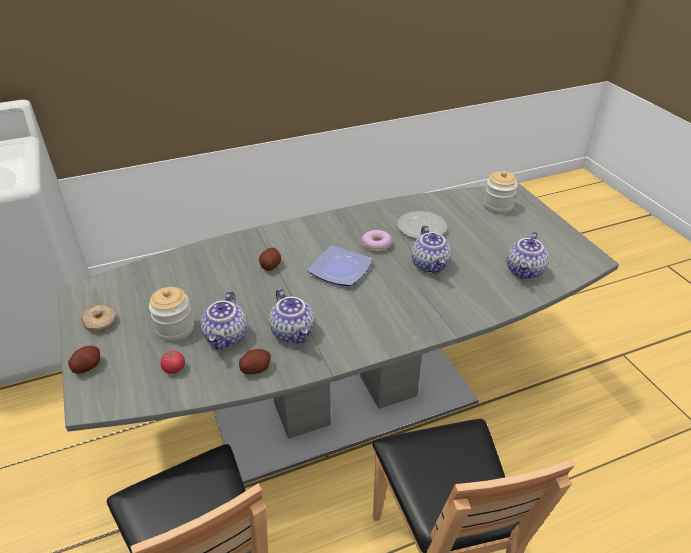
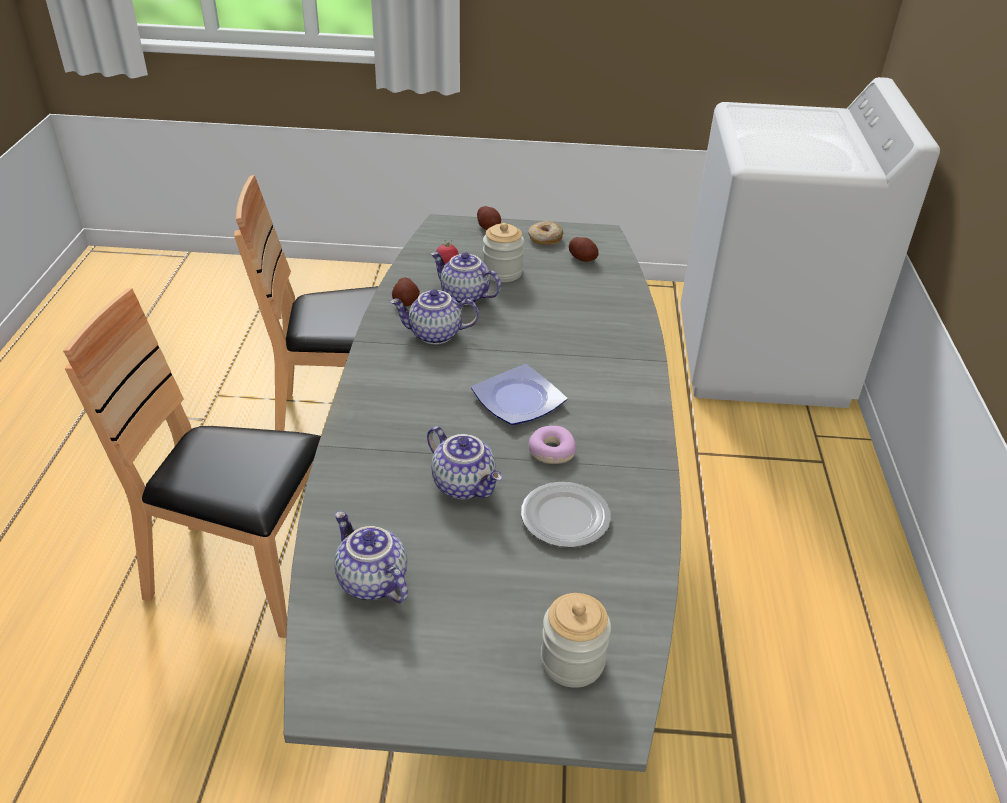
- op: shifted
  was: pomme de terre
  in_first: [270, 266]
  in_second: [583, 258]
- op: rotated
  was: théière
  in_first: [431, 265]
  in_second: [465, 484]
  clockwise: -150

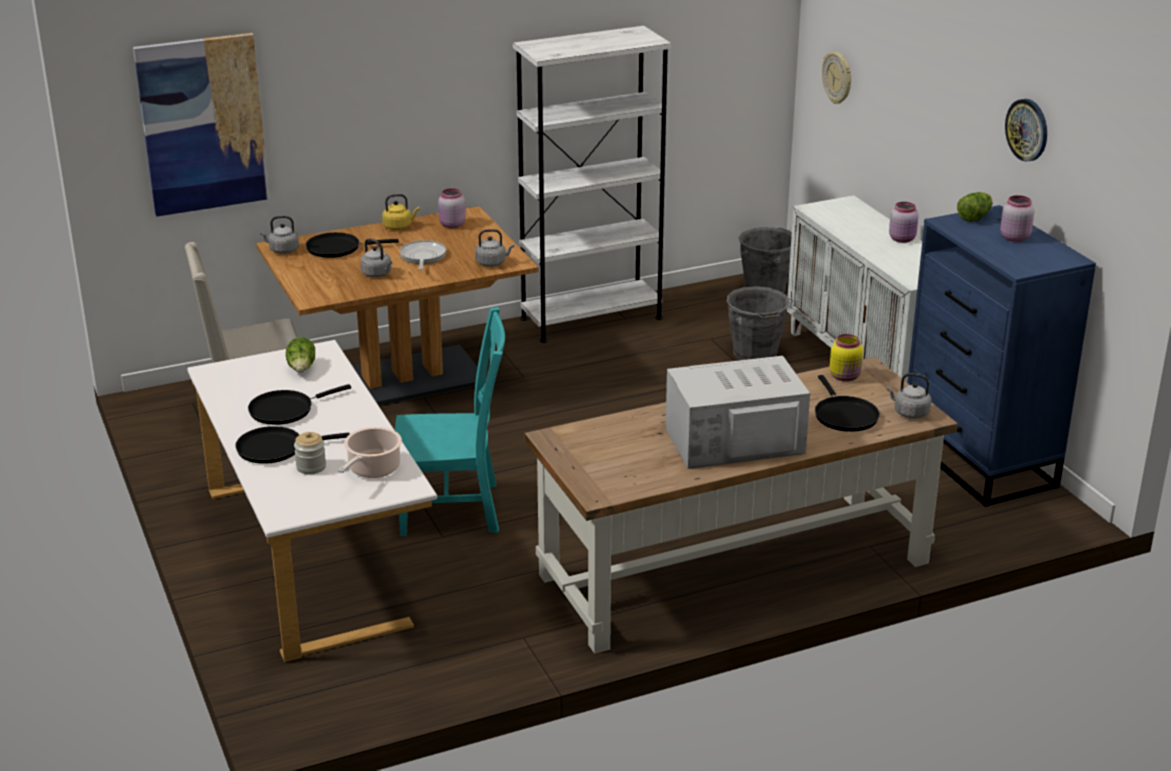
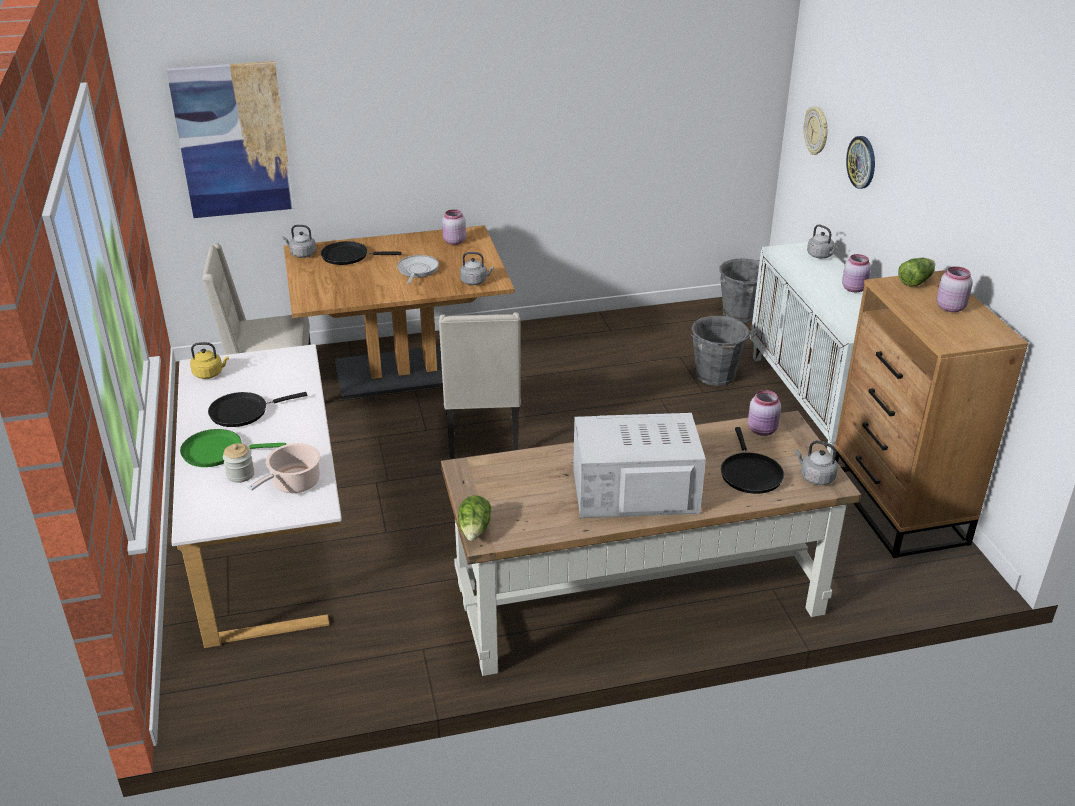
- op: gone
  was: chaise/turquoise
  in_first: [455, 510]
- op: gone
  was: bibliothèque/blanc
  in_first: [591, 318]
- op: new
  now: chaise/beige
  in_second: [483, 435]
- op: shifted
  was: laitue
  in_first: [302, 368]
  in_second: [475, 530]
- op: shifted
  was: bouilloire/gris
  in_first: [377, 274]
  in_second: [821, 255]
- op: shifted
  was: bouilloire/jaune
  in_first: [399, 226]
  in_second: [210, 373]
- op: shifted
  was: horloge murale
  in_first: [1027, 129]
  in_second: [862, 162]
- op: repainted
  was: poêle/noir
  now: poêle/vert
  in_first: [275, 448]
  in_second: [217, 451]
- op: repainted
  was: bocal/jaune
  now: bocal/rose
  in_first: [845, 377]
  in_second: [763, 430]
- op: repainted
  was: commode/bleu
  now: commode/marron
  in_first: [978, 461]
  in_second: [897, 508]

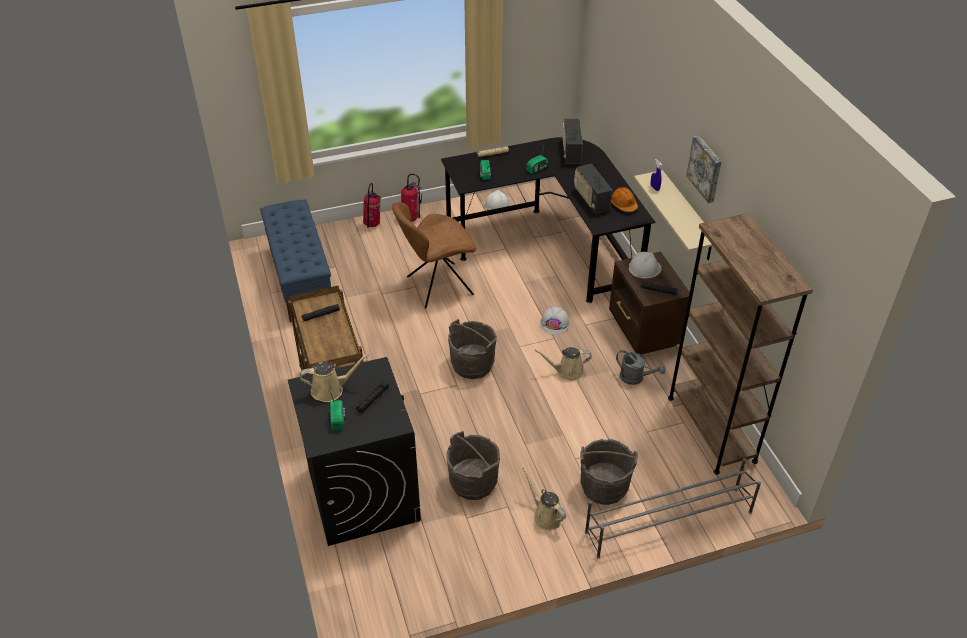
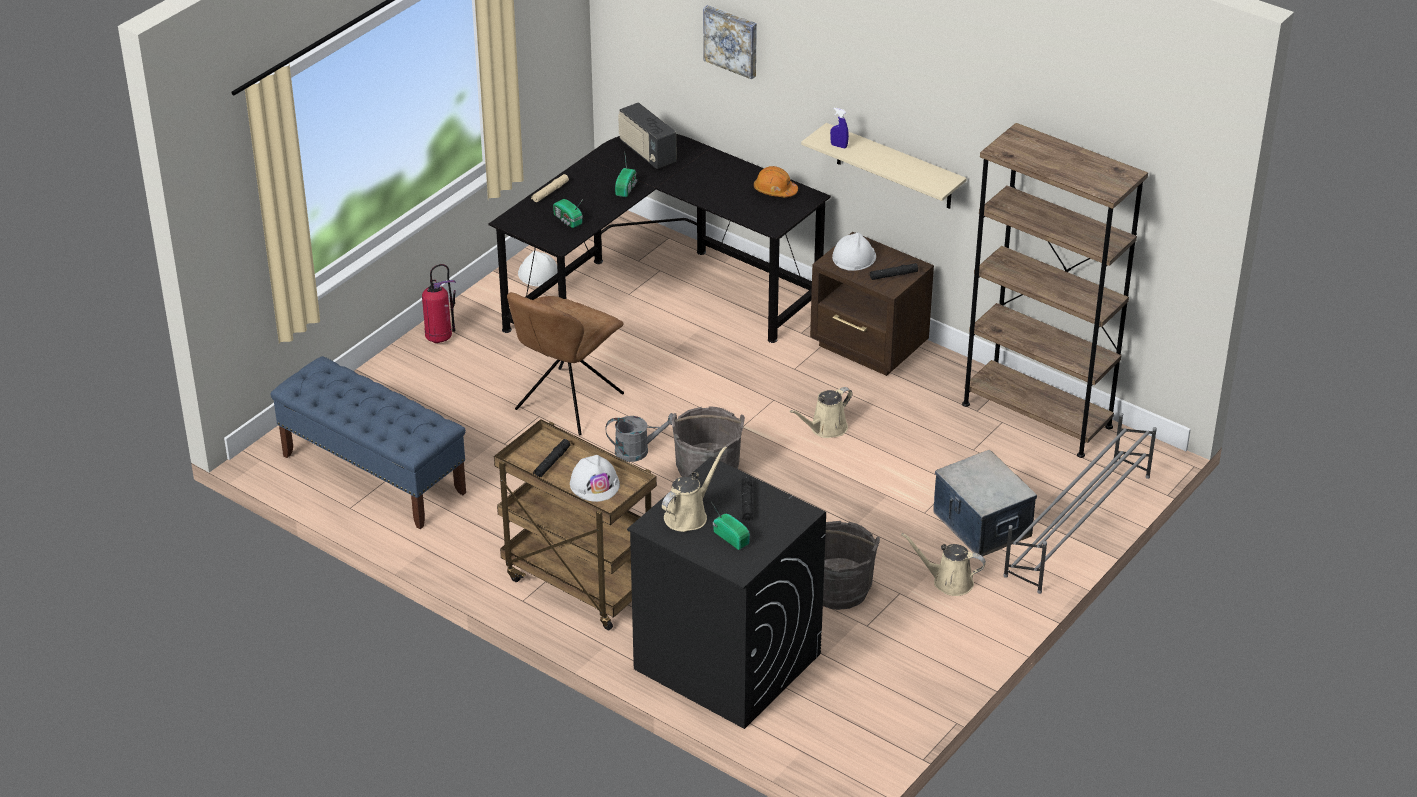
- op: gone
  was: extincteur
  in_first: [372, 225]
- op: gone
  was: radio
  in_first: [591, 200]
- op: shifted
  was: casque de chantier/blanc
  in_first: [555, 323]
  in_second: [594, 484]
- op: shifted
  was: arrosoir/gris
  in_first: [636, 378]
  in_second: [638, 451]
- op: shifted
  was: tableau
  in_first: [706, 168]
  in_second: [731, 40]
- op: swapped
  was: seau/gris
  now: boîte de rangement
  in_first: [604, 487]
  in_second: [981, 525]

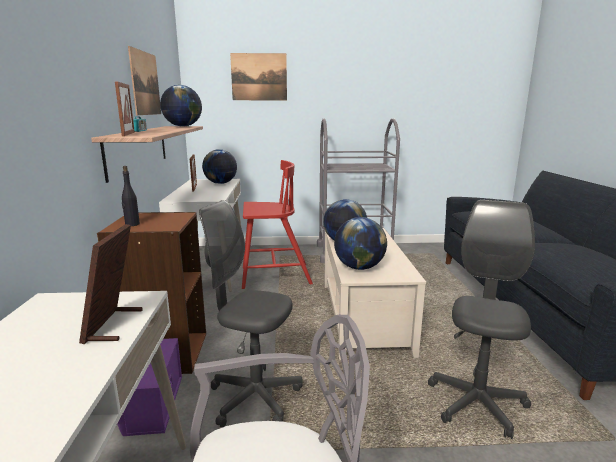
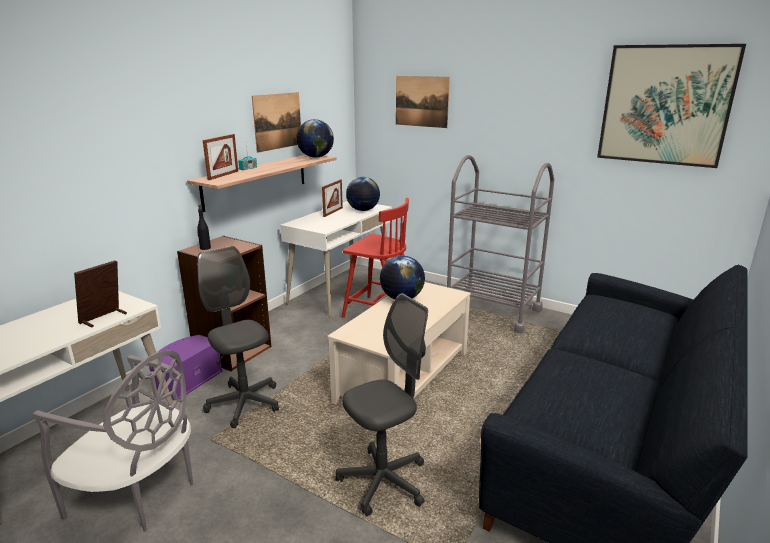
- op: gone
  was: globe
  in_first: [359, 267]
- op: new
  now: tableau
  in_second: [665, 105]

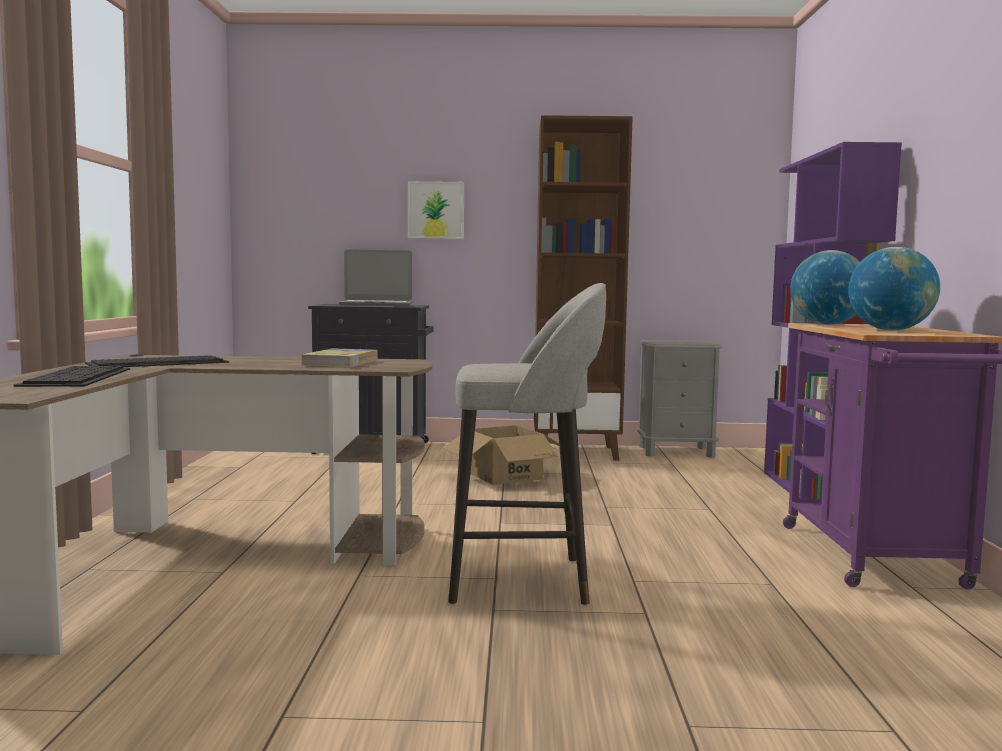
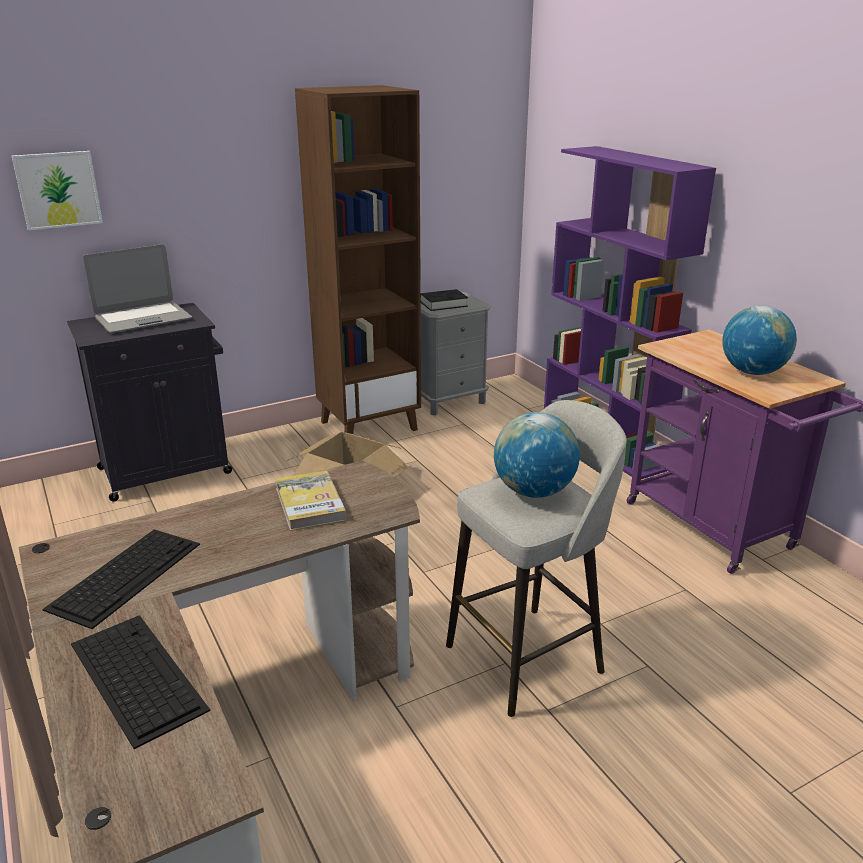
- op: new
  now: livre/noir
  in_second: [443, 304]
- op: shifted
  was: tableau
  in_first: [436, 210]
  in_second: [58, 190]
- op: shifted
  was: globe
  in_first: [827, 324]
  in_second: [533, 491]

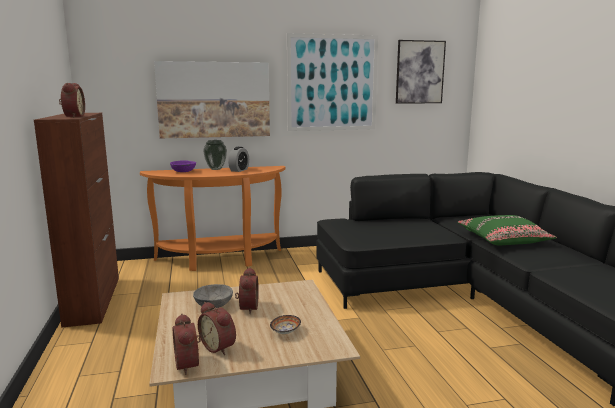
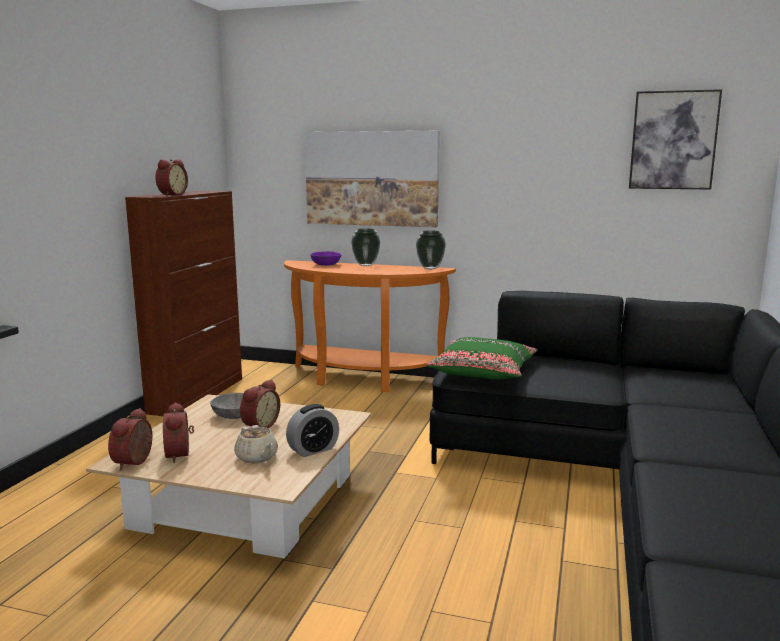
- op: gone
  was: tableau
  in_first: [332, 83]
- op: new
  now: vase
  in_second: [430, 268]
- op: shifted
  was: réveil
  in_first: [239, 170]
  in_second: [313, 450]
- op: shifted
  was: coussin/vert
  in_first: [503, 239]
  in_second: [483, 371]
- op: swapped
  was: bol
  now: théière/beige
  in_first: [284, 332]
  in_second: [257, 457]

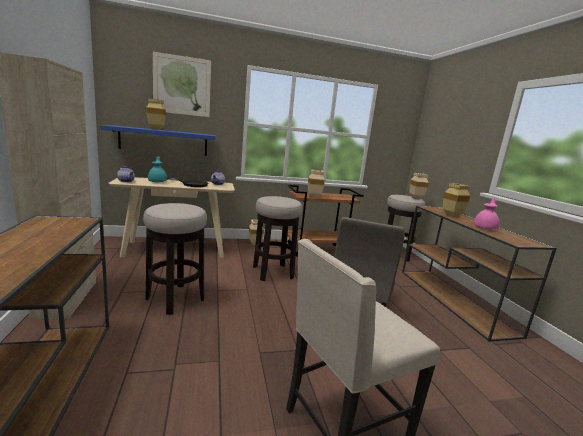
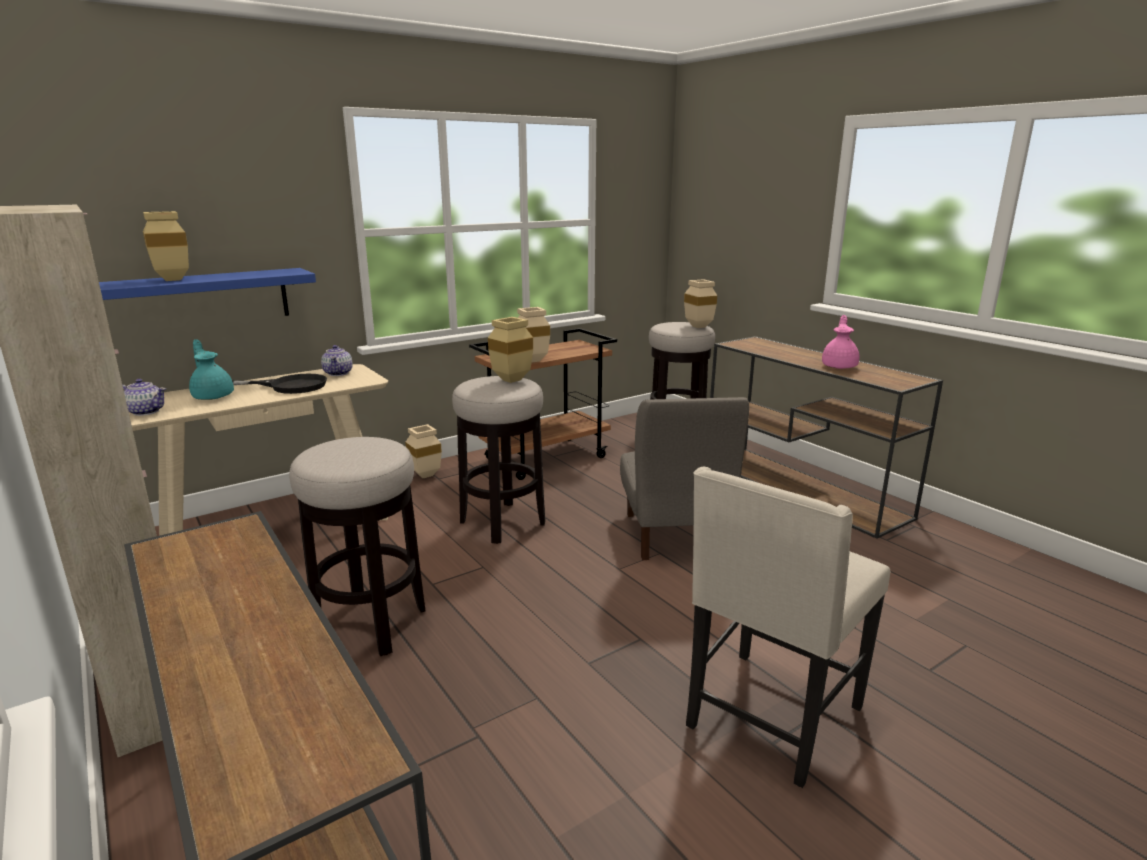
- op: gone
  was: tableau
  in_first: [182, 85]
- op: shifted
  was: vase/beige
  in_first: [452, 215]
  in_second: [512, 379]

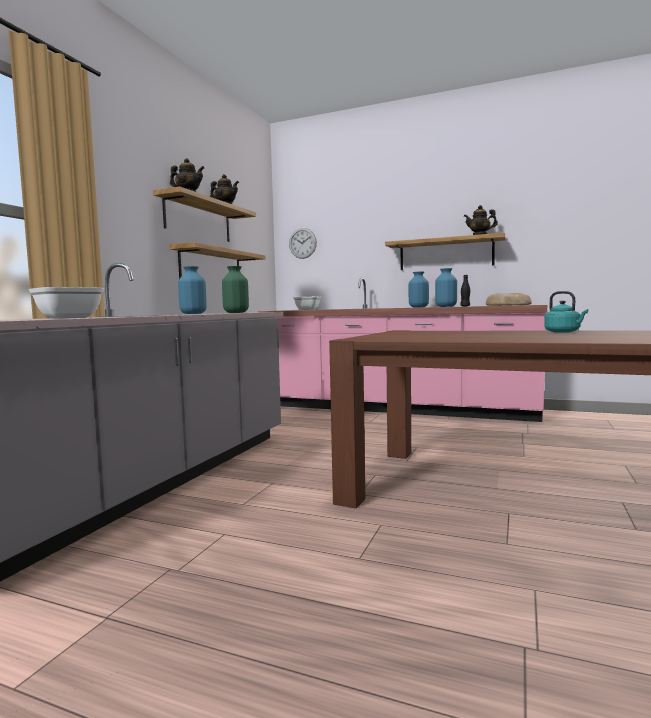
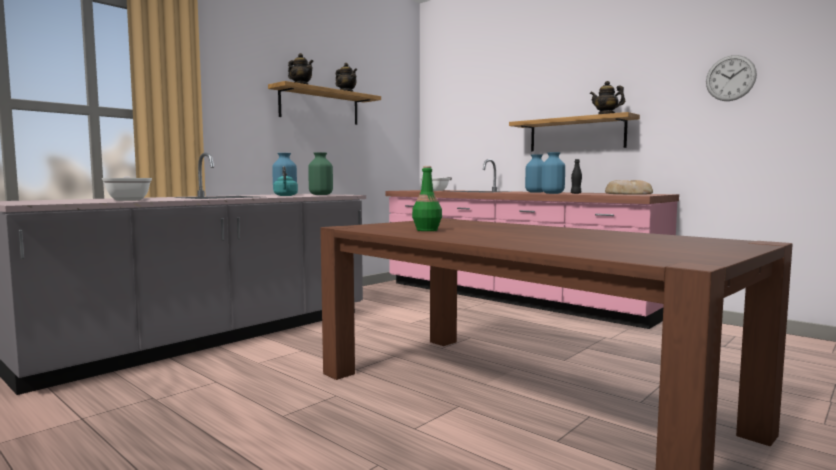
- op: gone
  was: étagère
  in_first: [211, 266]
- op: new
  now: bouteille/vert
  in_second: [426, 230]
- op: shifted
  was: horloge murale
  in_first: [302, 243]
  in_second: [730, 78]
- op: shifted
  was: bouilloire/turquoise
  in_first: [564, 332]
  in_second: [285, 195]

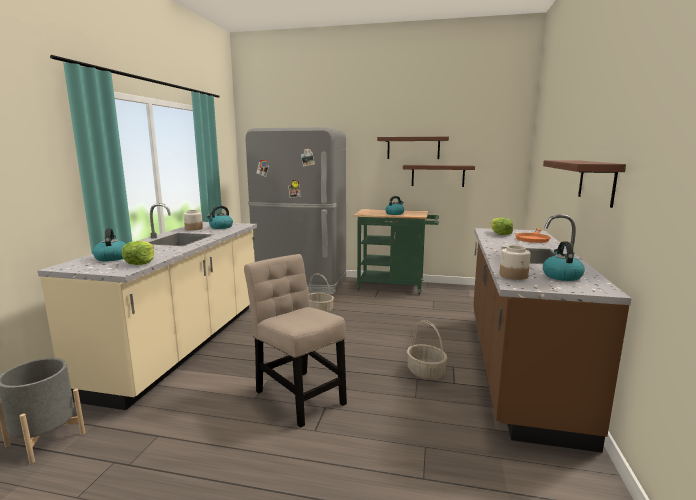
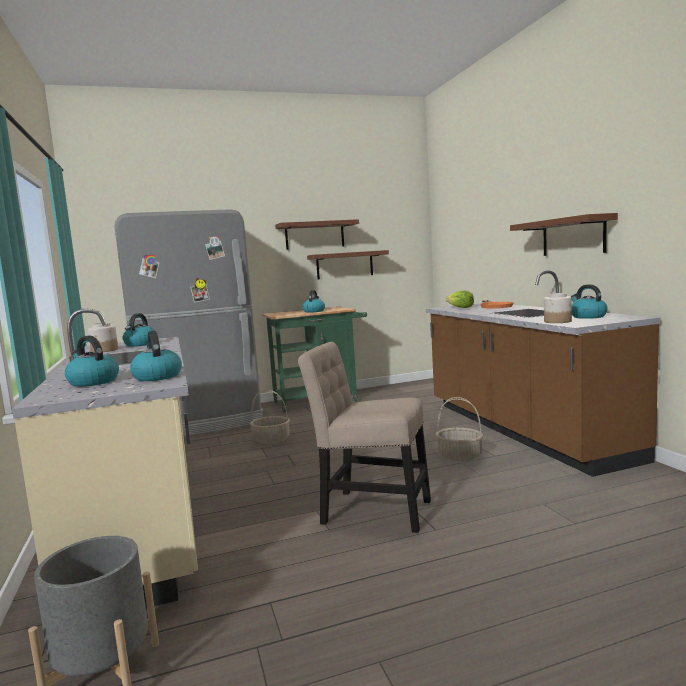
- op: swapped
  was: laitue
  now: bouilloire
  in_first: [140, 262]
  in_second: [157, 376]

